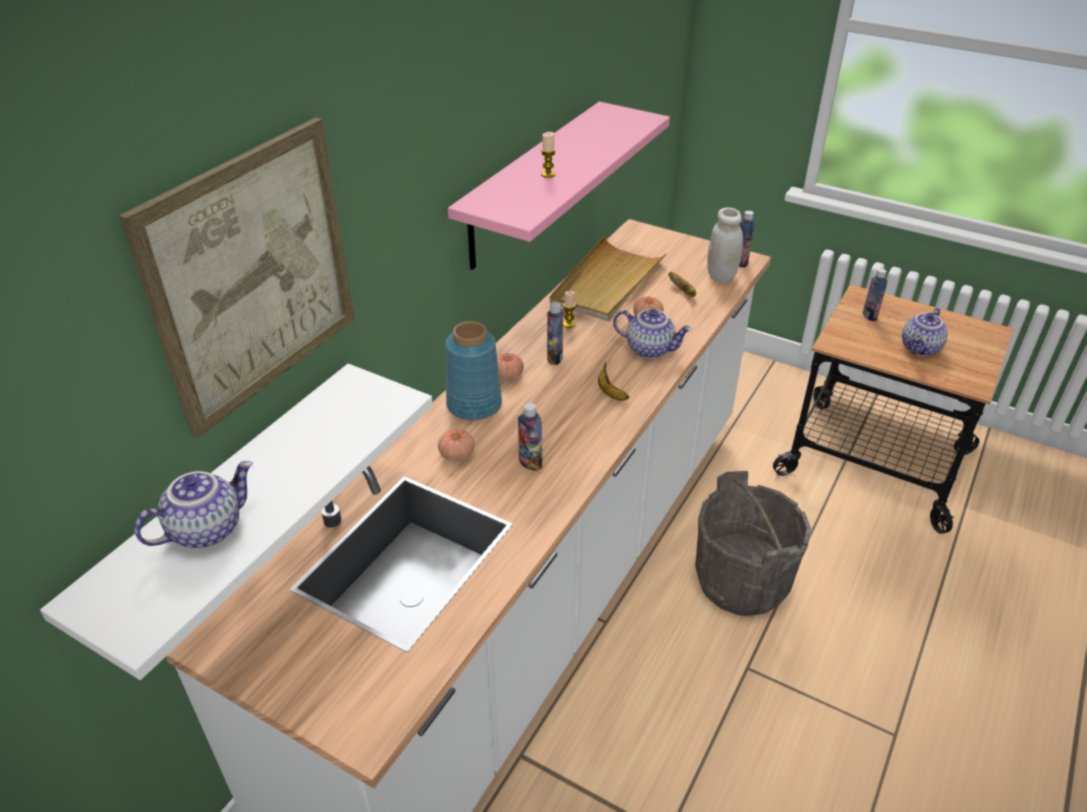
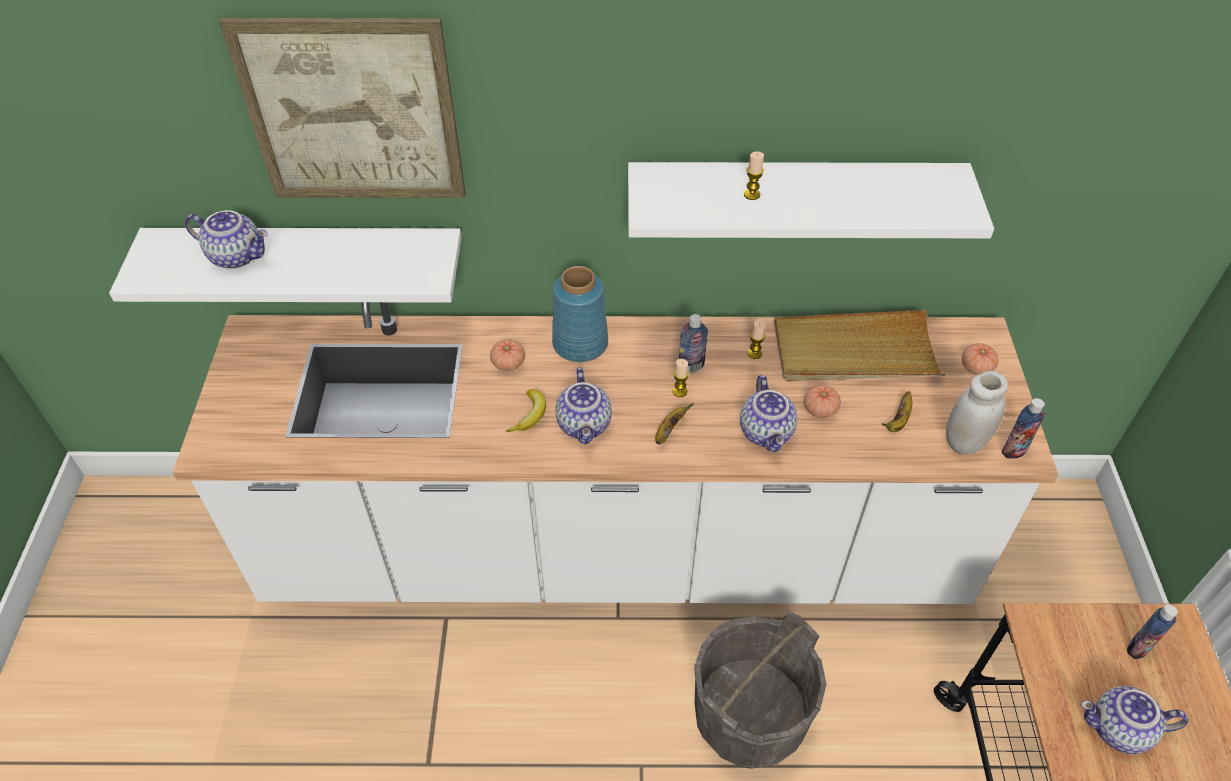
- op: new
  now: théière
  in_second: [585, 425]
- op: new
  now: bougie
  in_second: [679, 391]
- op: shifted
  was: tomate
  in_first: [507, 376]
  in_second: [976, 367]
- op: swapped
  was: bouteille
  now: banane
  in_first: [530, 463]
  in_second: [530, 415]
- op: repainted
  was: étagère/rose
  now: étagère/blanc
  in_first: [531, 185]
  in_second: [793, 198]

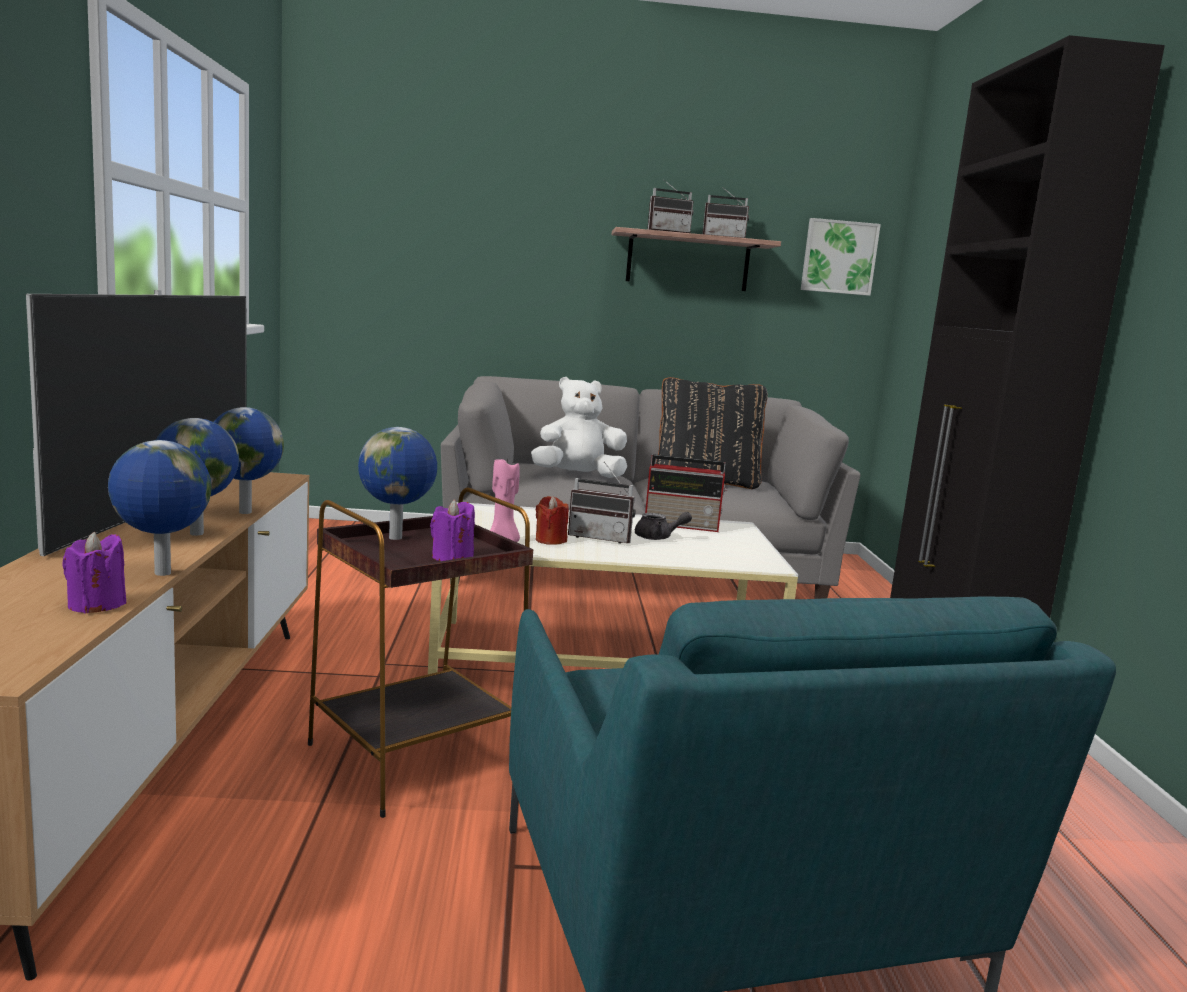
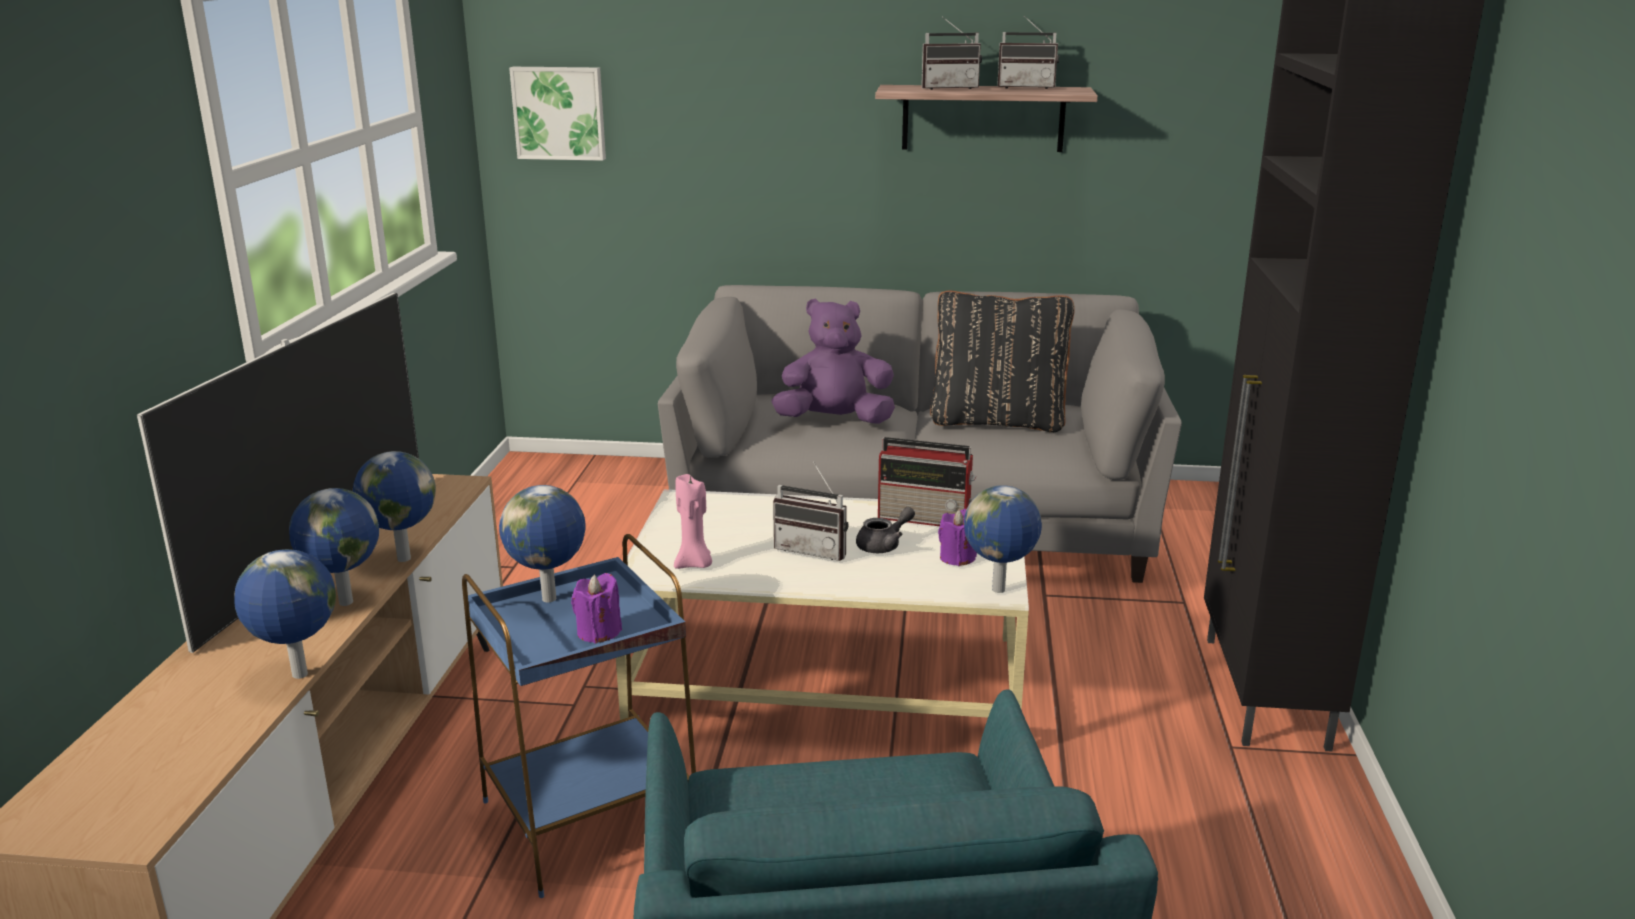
- op: gone
  was: bougie/rouge
  in_first: [550, 540]
- op: new
  now: globe
  in_second: [999, 590]
- op: shifted
  was: bougie/violet
  in_first: [96, 605]
  in_second: [957, 558]
- op: shifted
  was: tableau
  in_first: [838, 257]
  in_second: [559, 113]
- op: repainted
  was: table d'appoint/marron
  now: table d'appoint/bleu
  in_first: [417, 756]
  in_second: [592, 818]
- op: repainted
  was: peluche/blanc
  now: peluche/violet
  in_first: [578, 476]
  in_second: [834, 421]
- op: rotated
  was: théière/gris
  in_first: [658, 538]
  in_second: [884, 545]
  clockwise: -45

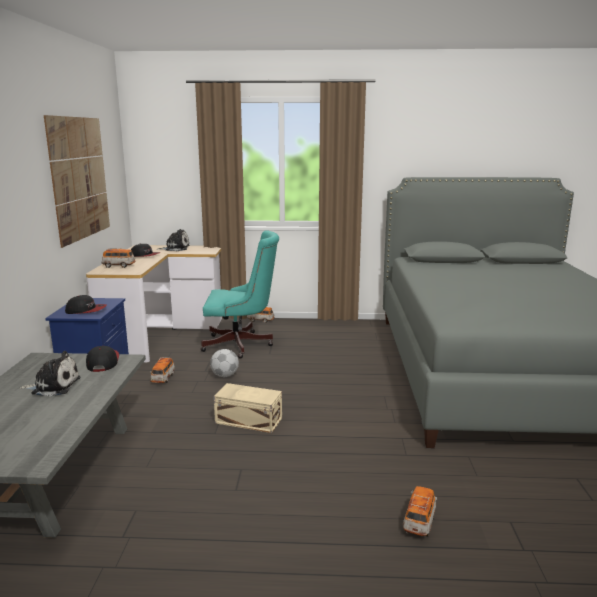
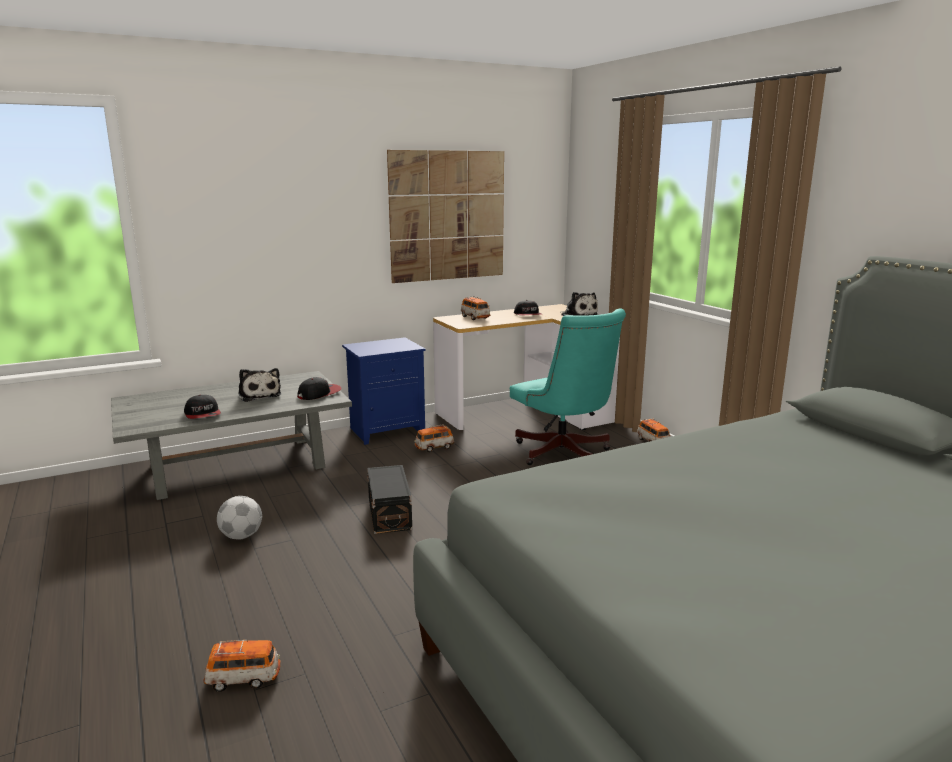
- op: shifted
  was: casquette
  in_first: [86, 310]
  in_second: [203, 414]
- op: shifted
  was: ballon de foot
  in_first: [225, 375]
  in_second: [242, 536]
- op: repainted
  was: boîte de rangement/beige
  now: boîte de rangement/noir
  in_first: [248, 420]
  in_second: [390, 513]

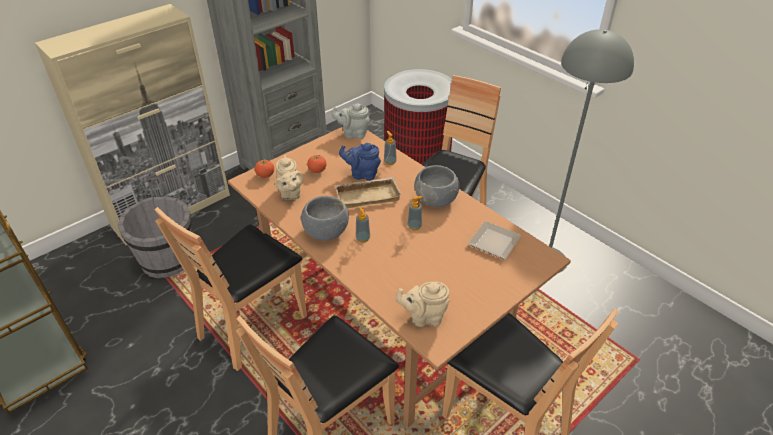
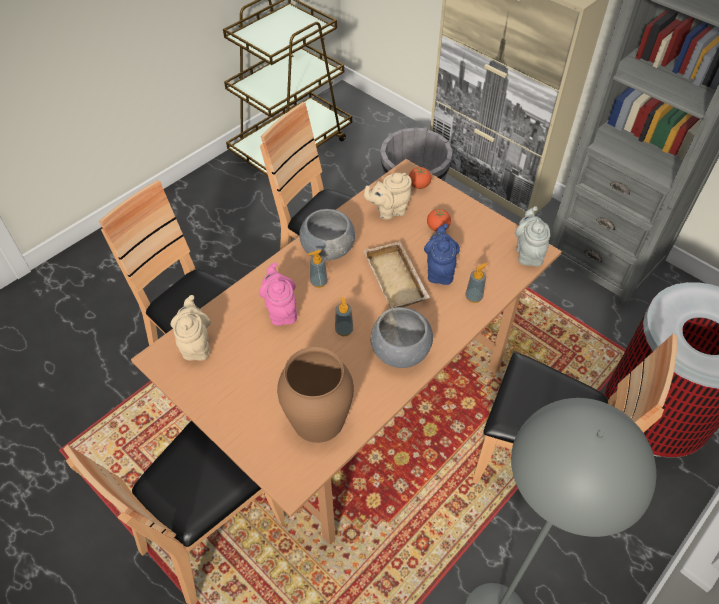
- op: new
  now: théière/rose
  in_second: [281, 311]
- op: swapped
  was: assiette
  now: vase/marron
  in_first: [495, 243]
  in_second: [317, 419]

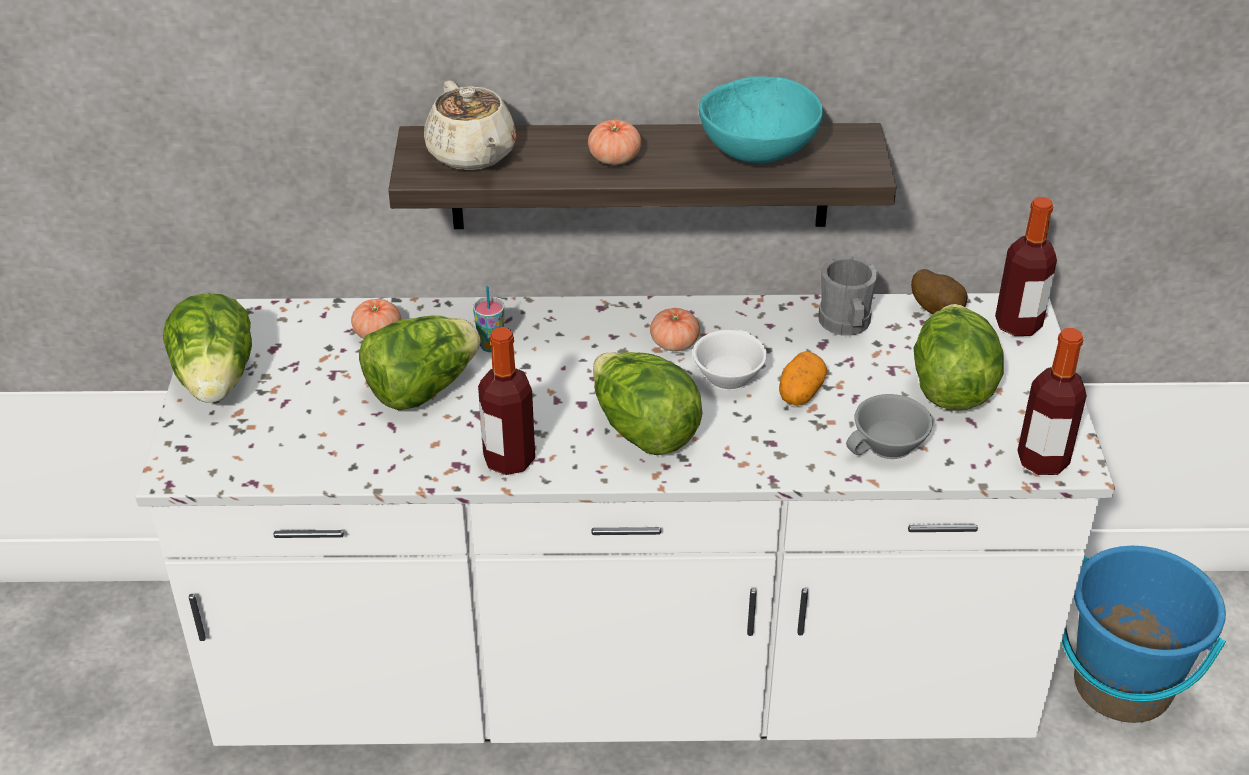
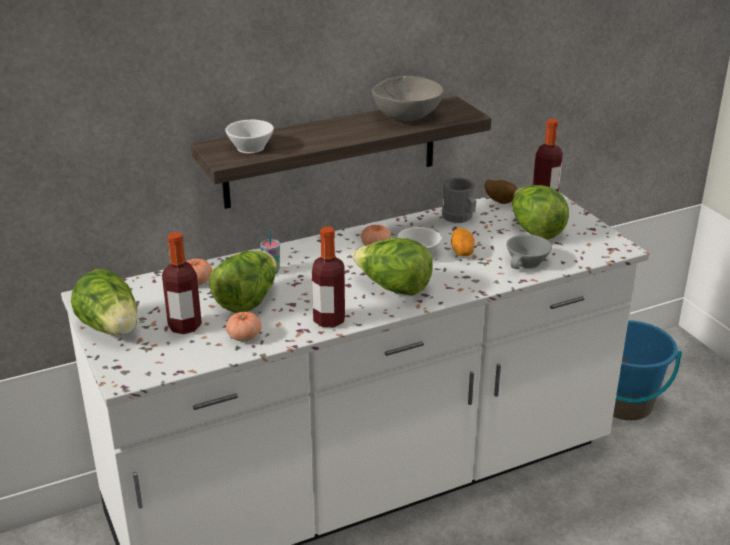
- op: shifted
  was: tomate
  in_first: [614, 158]
  in_second: [244, 336]
- op: shifted
  was: bouteille
  in_first: [1042, 460]
  in_second: [185, 326]
- op: swapped
  was: théière/beige
  now: tasse/blanc
  in_first: [472, 155]
  in_second: [248, 147]
- op: repainted
  was: bol/turquoise
  now: bol/gris
  in_first: [757, 152]
  in_second: [406, 117]

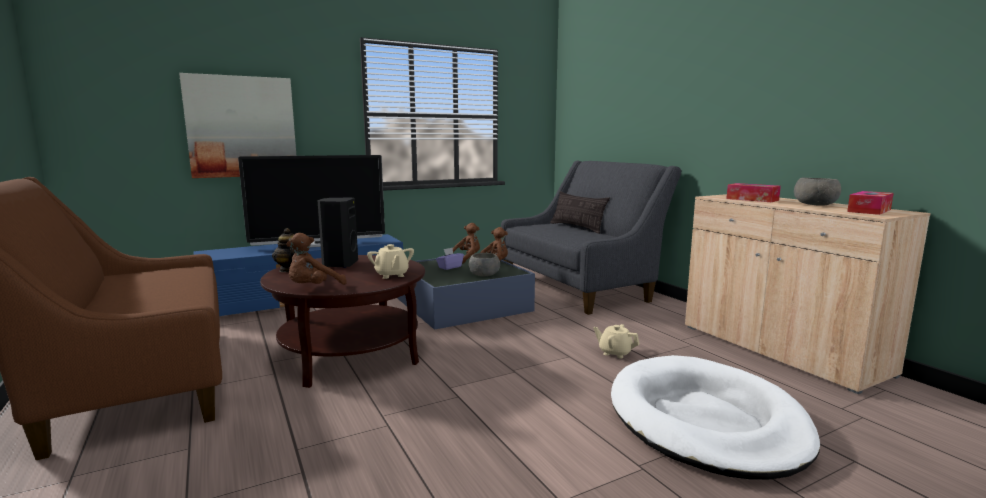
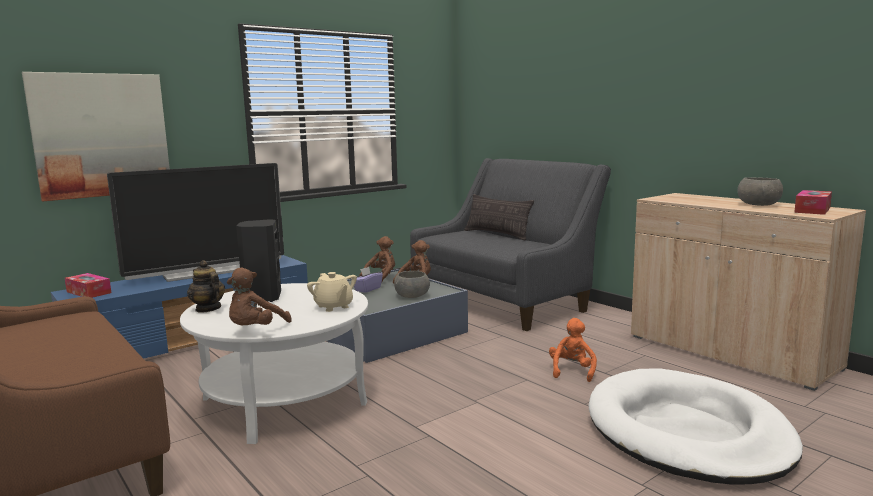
- op: shifted
  was: boîte à mouchoirs
  in_first: [752, 199]
  in_second: [89, 292]
- op: swapped
  was: théière/beige
  now: peluche/orange
  in_first: [615, 353]
  in_second: [572, 371]
- op: repainted
  was: table basse/marron
  now: table basse/blanc
  in_first: [350, 354]
  in_second: [284, 401]

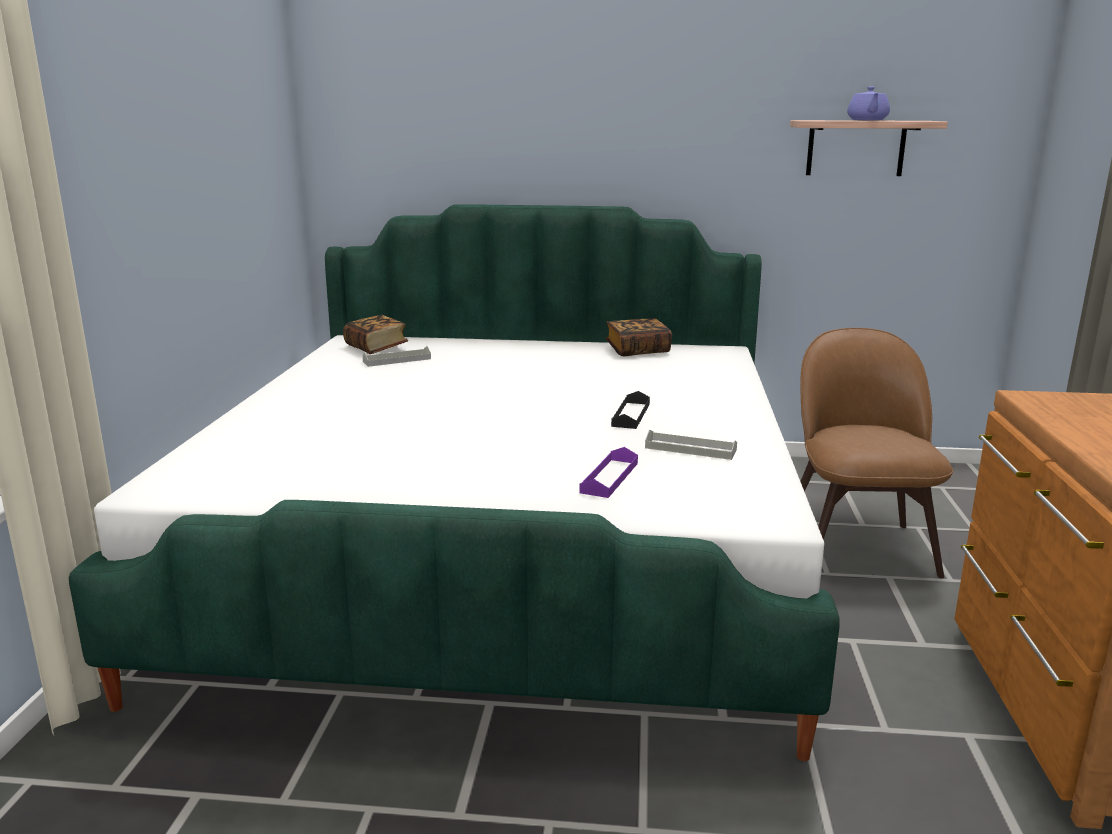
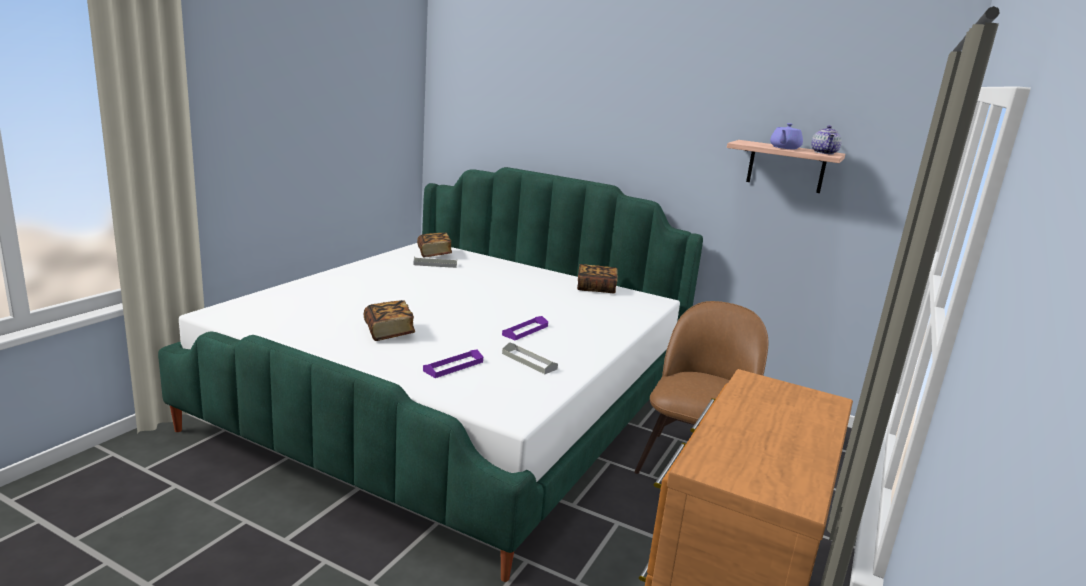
- op: new
  now: livre
  in_second: [389, 332]
- op: new
  now: théière
  in_second: [824, 153]
- op: repainted
  was: plateau/noir
  now: plateau/violet
  in_first: [631, 415]
  in_second: [525, 330]

